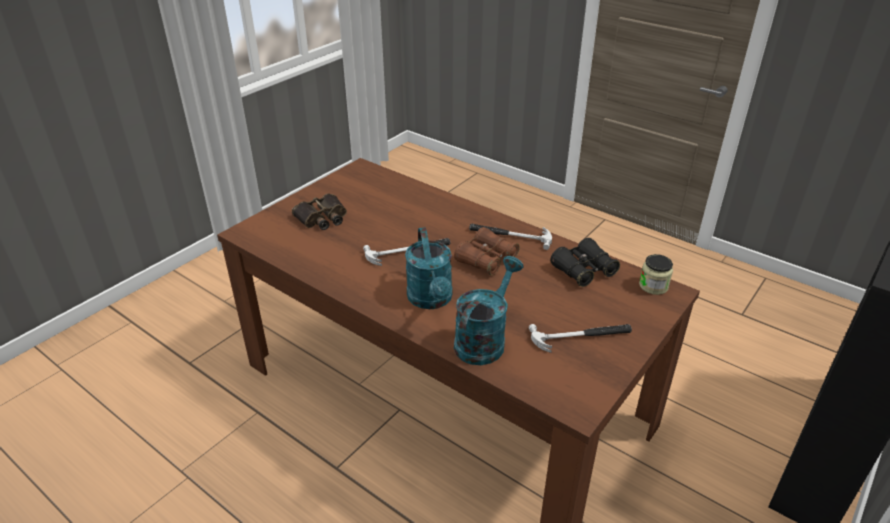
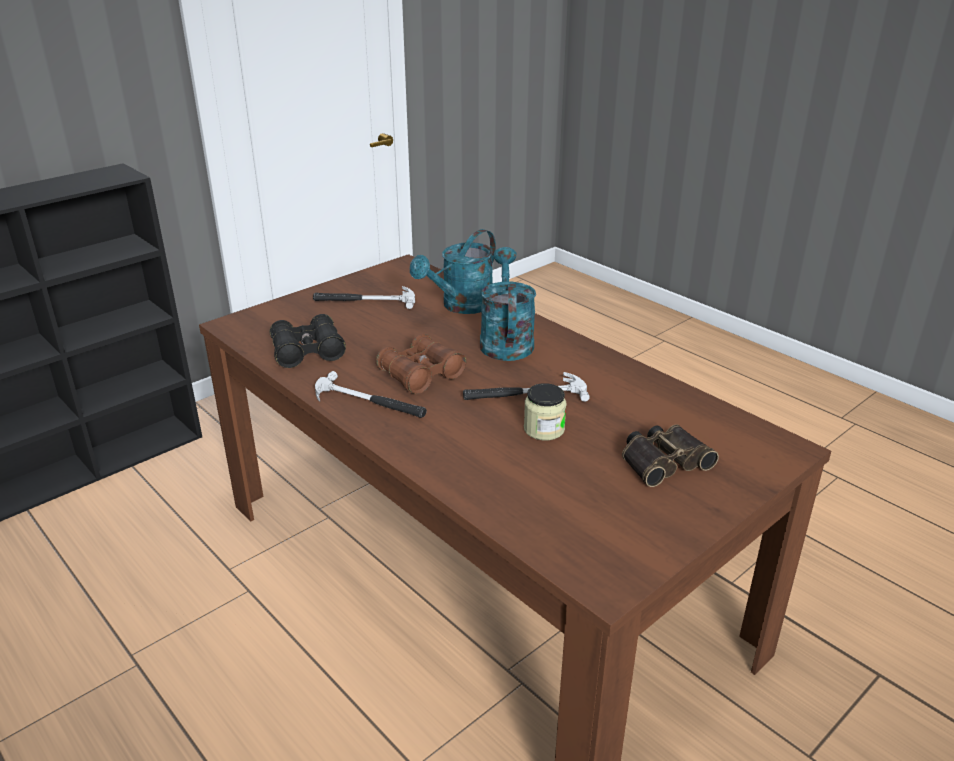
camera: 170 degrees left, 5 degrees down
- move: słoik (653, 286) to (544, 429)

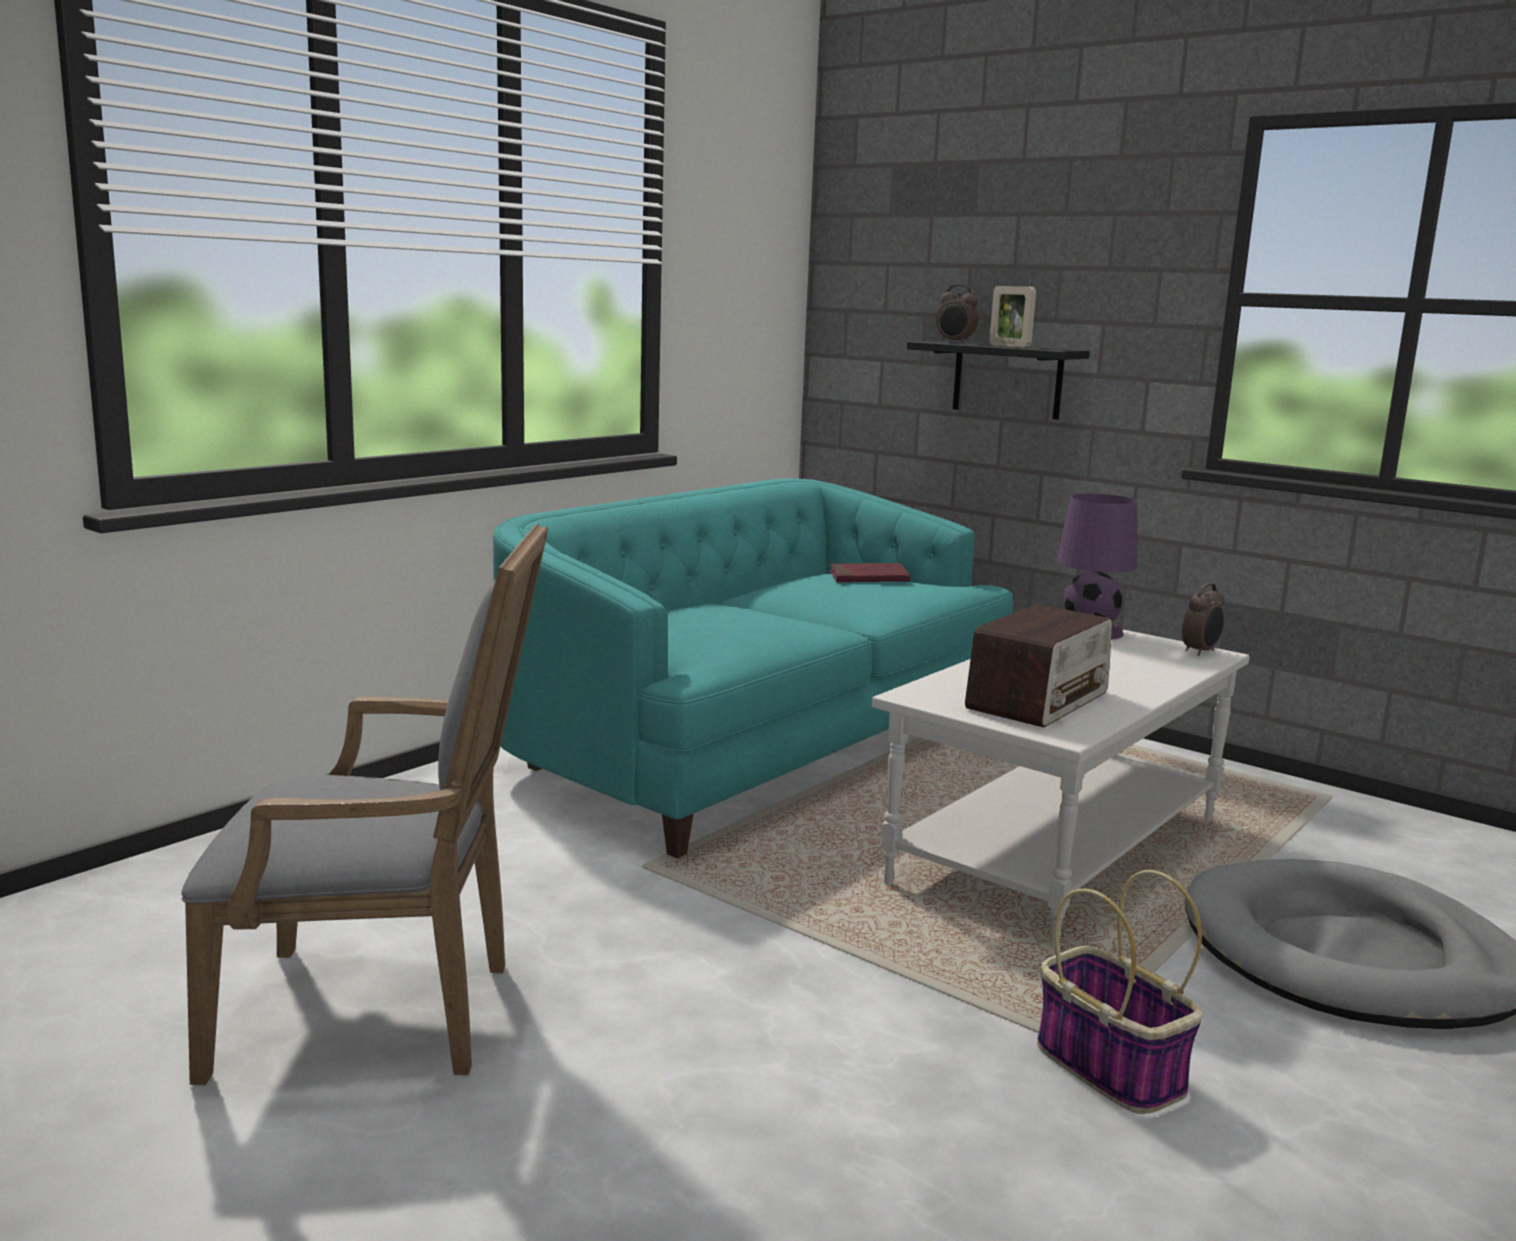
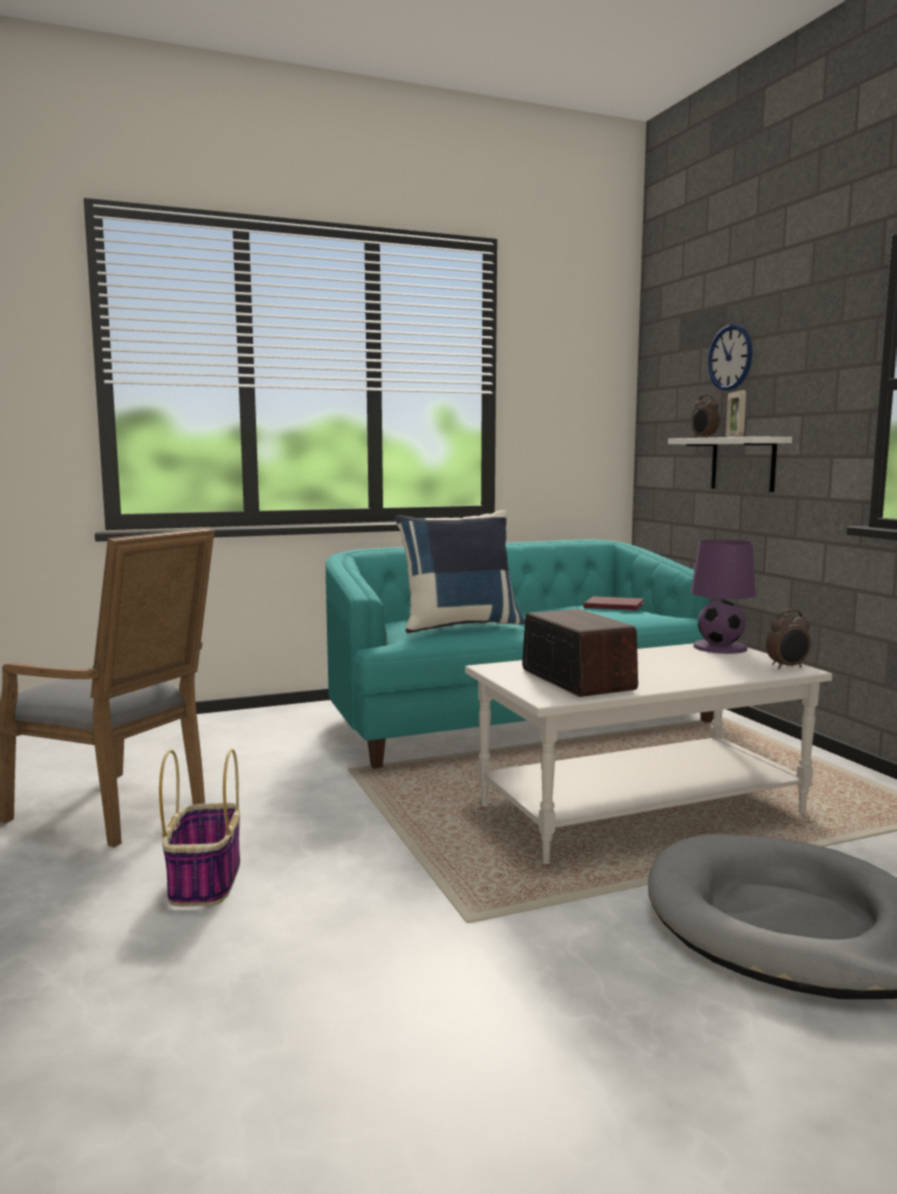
camera: 30 degrees right, 5 degrees down
- recolor: półka (czarny) (1007, 380) to półka (biały) (743, 464)
- rotate: radio (1038, 700) = (576, 679) 90 degrees counterclockwise
- move: koszyk (1106, 1066) to (205, 880)
- insert: poduszka (niebieski) (460, 625)
- insert: zegar ścienny (730, 357)

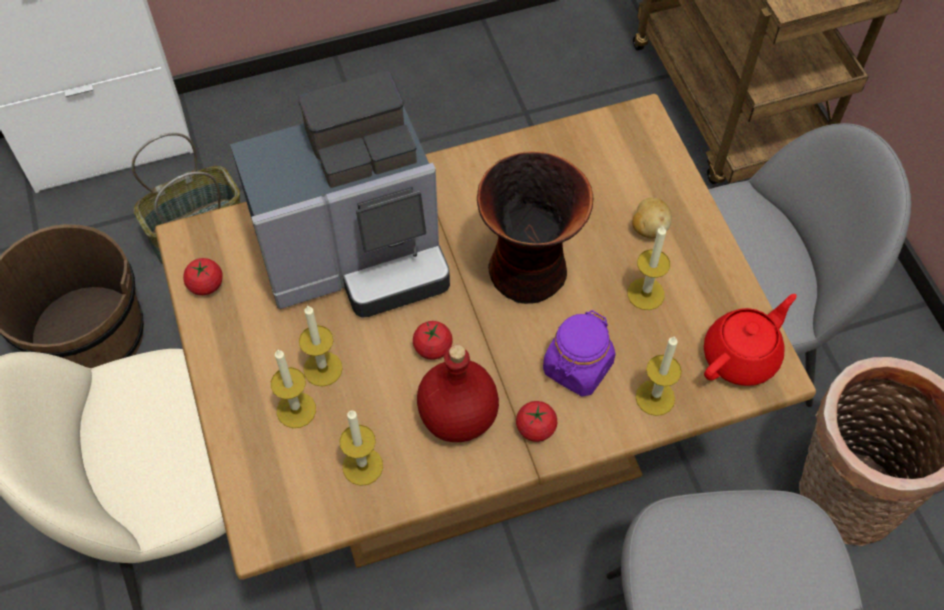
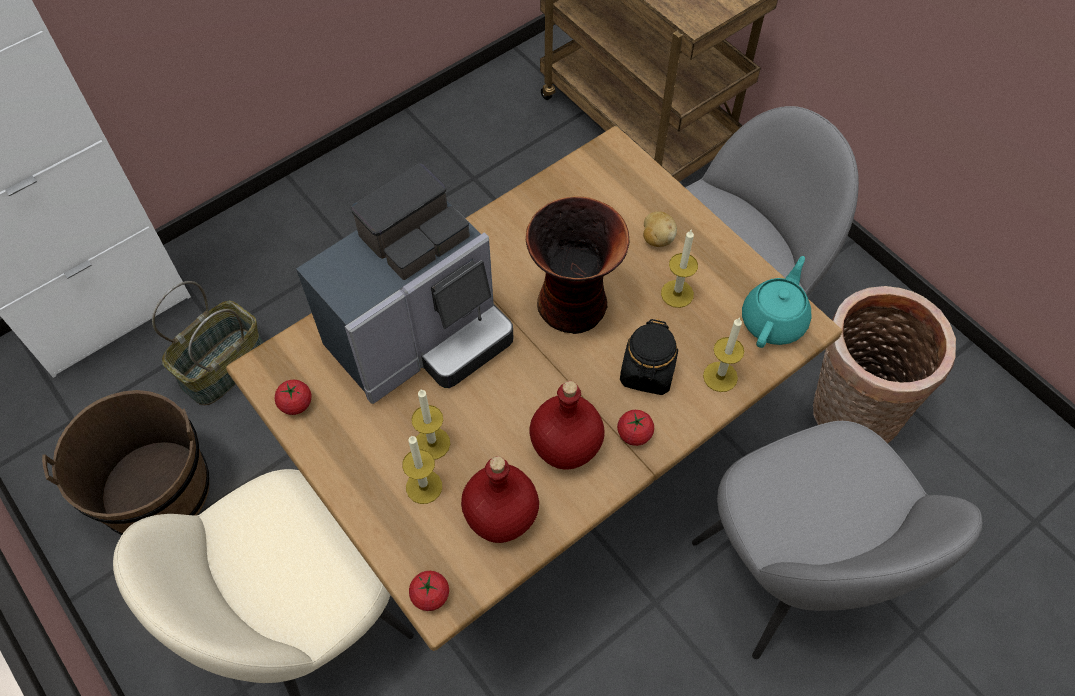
camera: 20 degrees left, 0 degrees up
- replace: świeca (362, 466) to butelka (czerwony) (502, 515)
- move: pomidor (433, 347) to (430, 595)
- recolor: słoik (fioletowy) (577, 367) to słoik (czarny) (647, 372)
- recolor: imbryk (czerwony) (742, 356) to imbryk (turkusowy) (774, 320)

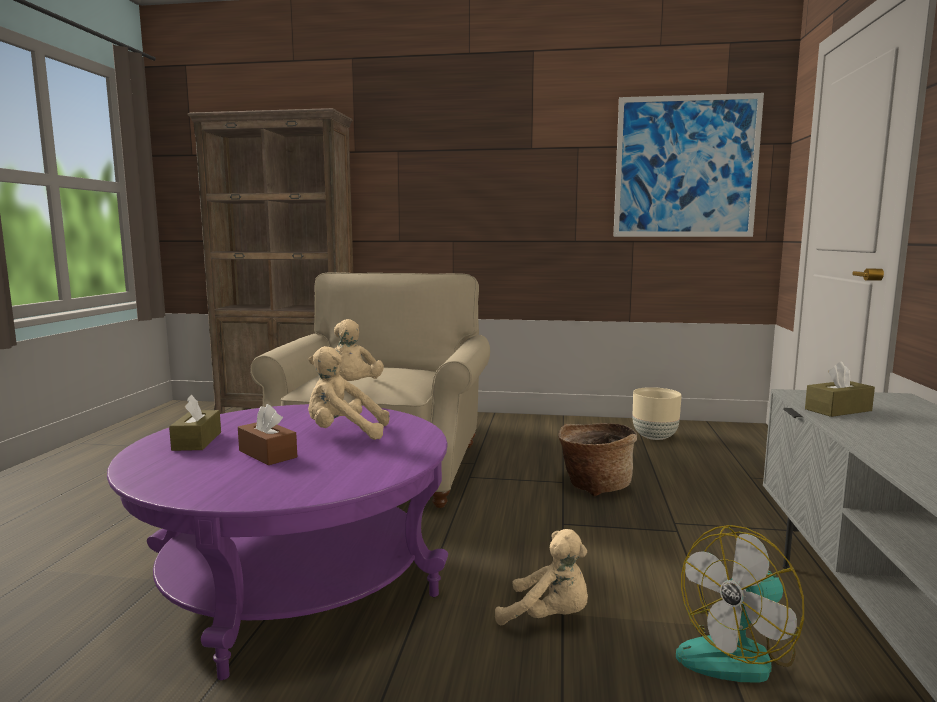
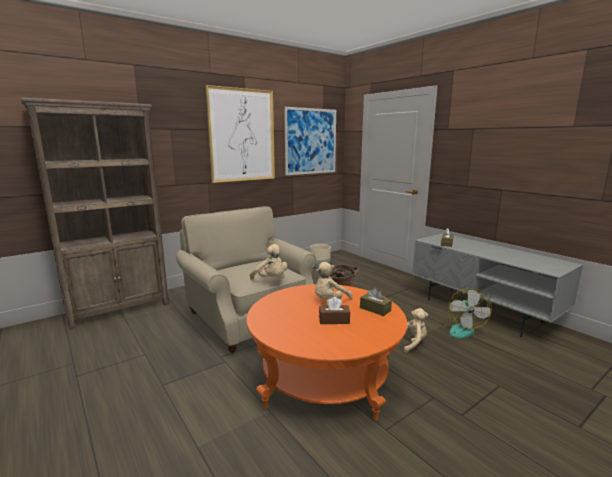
camera: 45 degrees left, 5 degrees up
- recolor: ława (fioletowy) (295, 584) to ława (pomarańczowy) (324, 378)
- move: pudełko chusteczek (brązowy) (197, 441) to (375, 309)
- insert: obraz (242, 135)

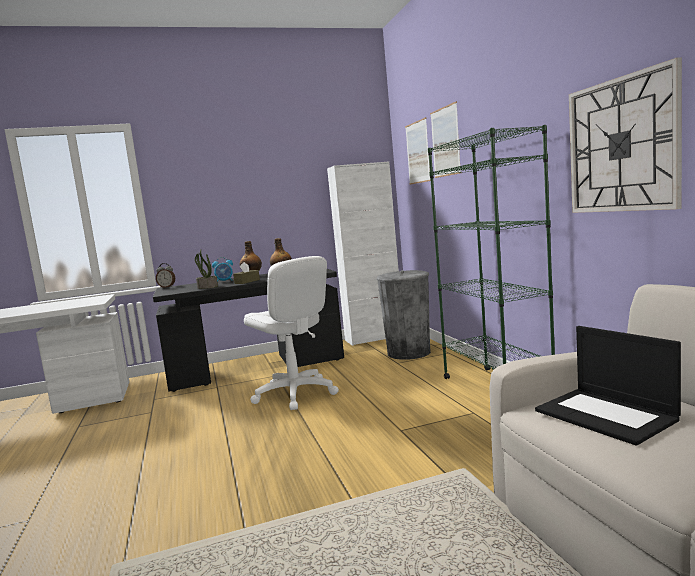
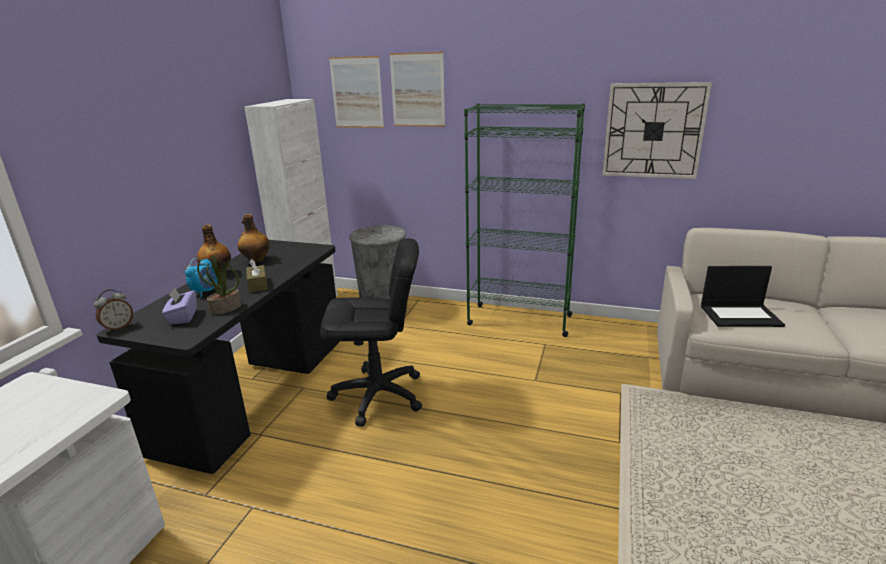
camera: 55 degrees left, 15 degrees up
- recolor: krzesło biurowe (biały) (295, 394) to krzesło biurowe (czarny) (378, 395)
- insert: pudełko chusteczek (fioletowy) (182, 317)

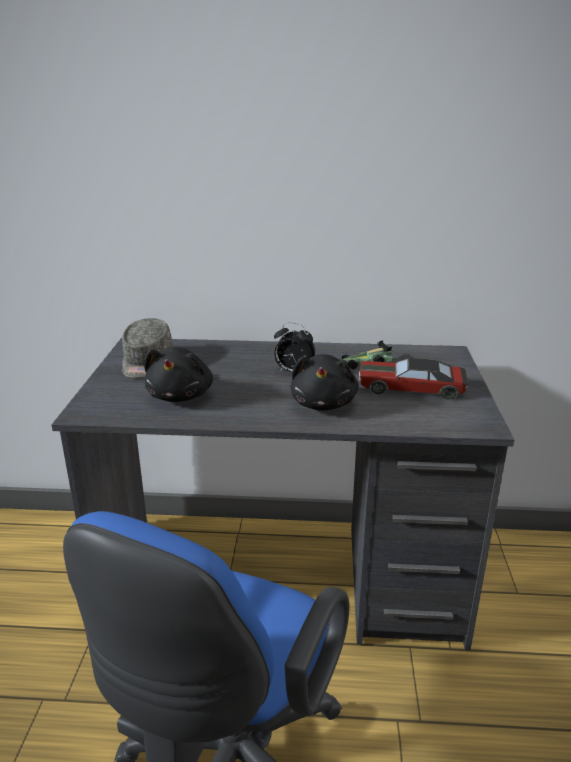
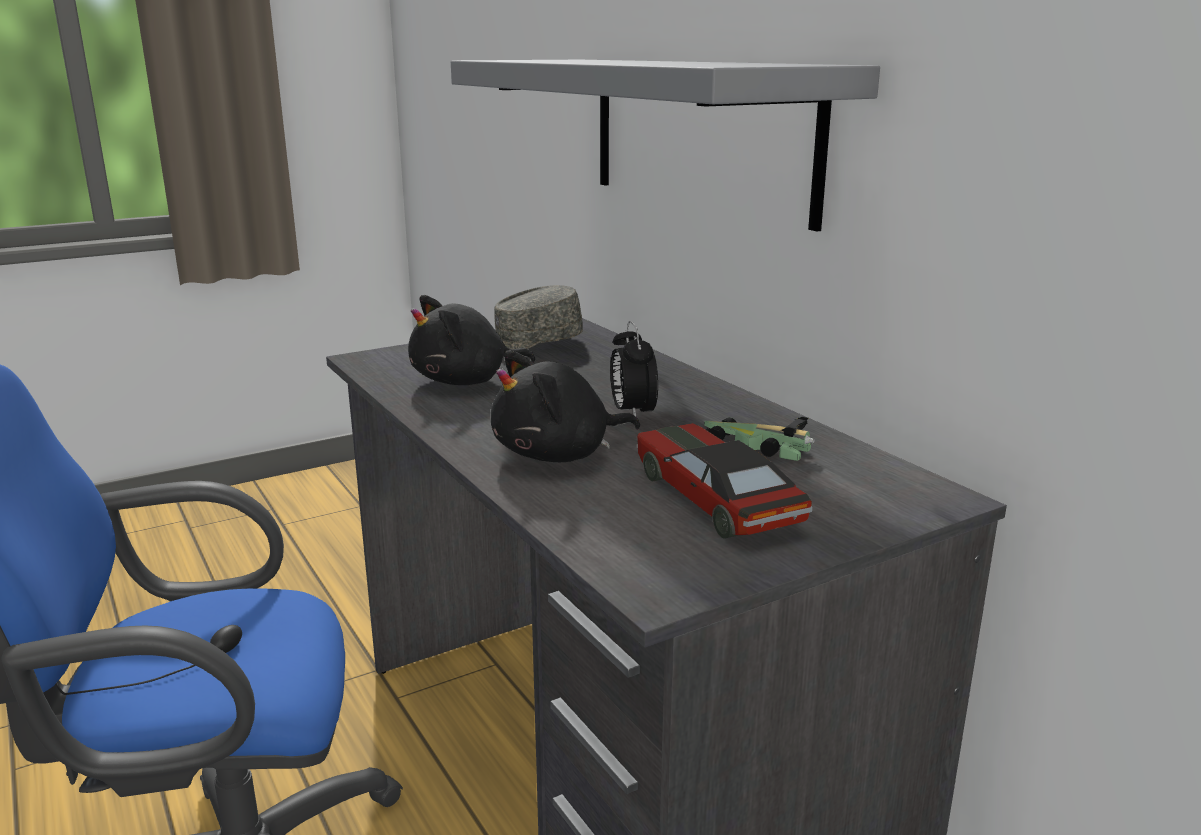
camera: 55 degrees right, 5 degrees down
- insert: półka (szary) (698, 134)

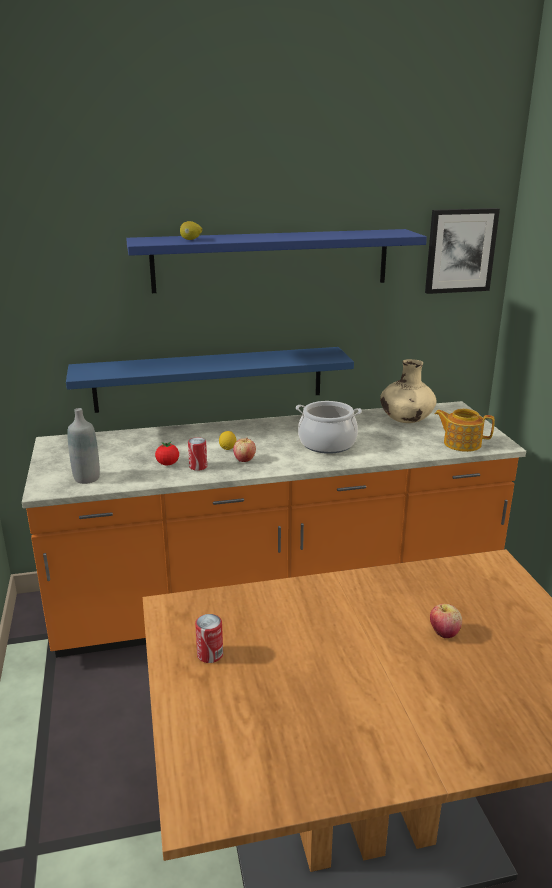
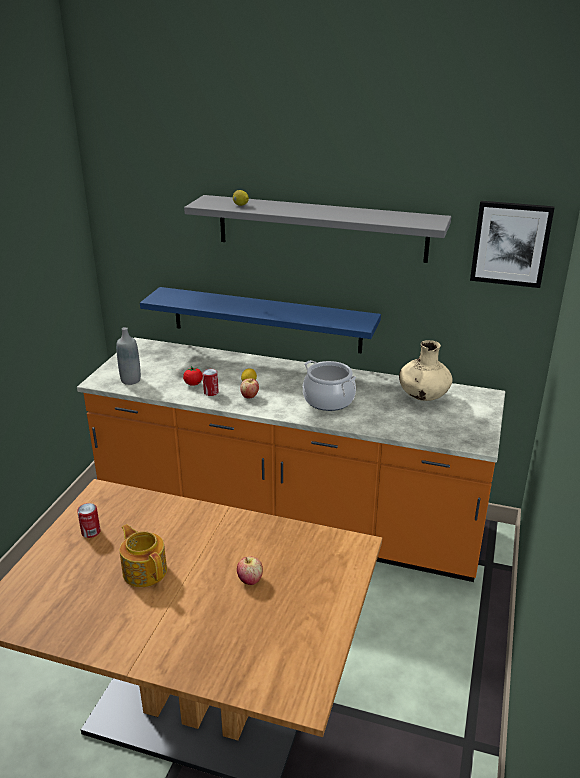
camera: 30 degrees right, 5 degrees up
- recolor: półka (niebieski) (271, 260) to półka (szary) (321, 228)
- move: imbryk (461, 443) to (145, 570)

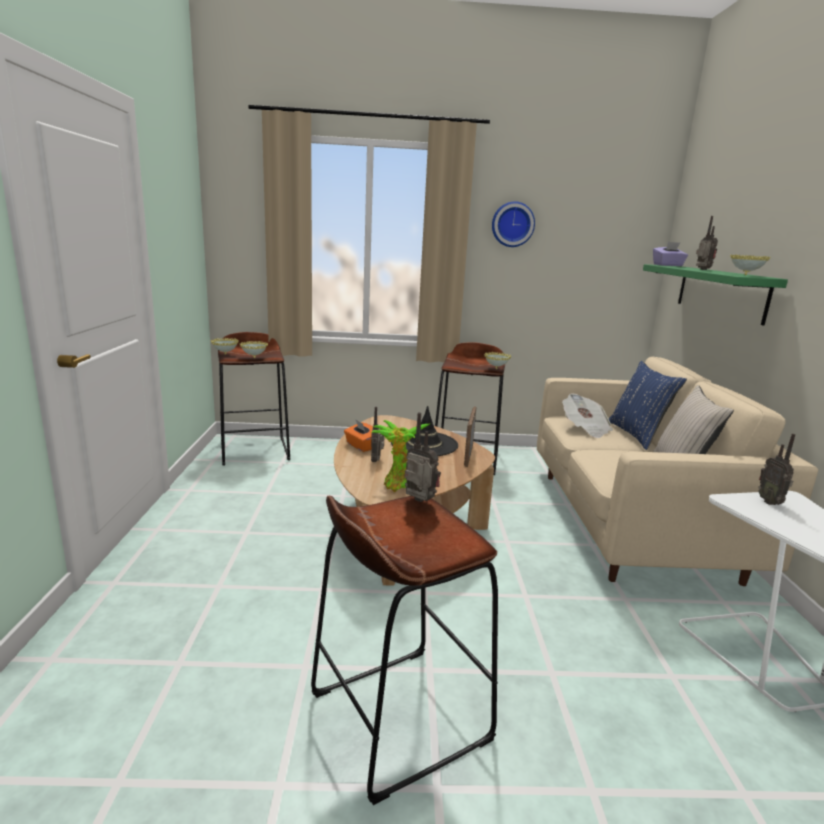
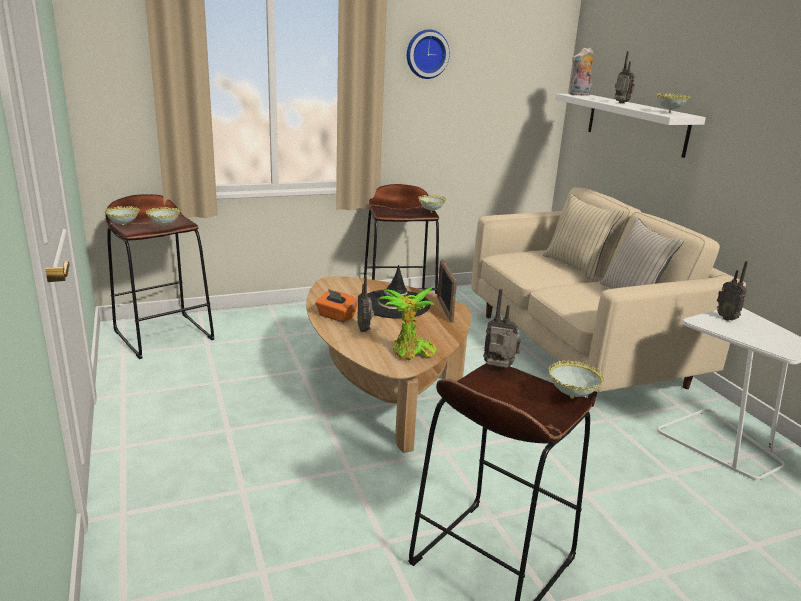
camera: 20 degrees left, 5 degrees up
- delete: gazeta (585, 429)
- recolor: poduszka (niebieski) (637, 435) to poduszka (beżowy) (575, 266)
- recolor: półka (zielony) (720, 292) to półka (biały) (636, 124)
- replace: pudełko chusteczek (fioletowy) (668, 265) to pluszak (579, 95)
- insert: miska (571, 398)

